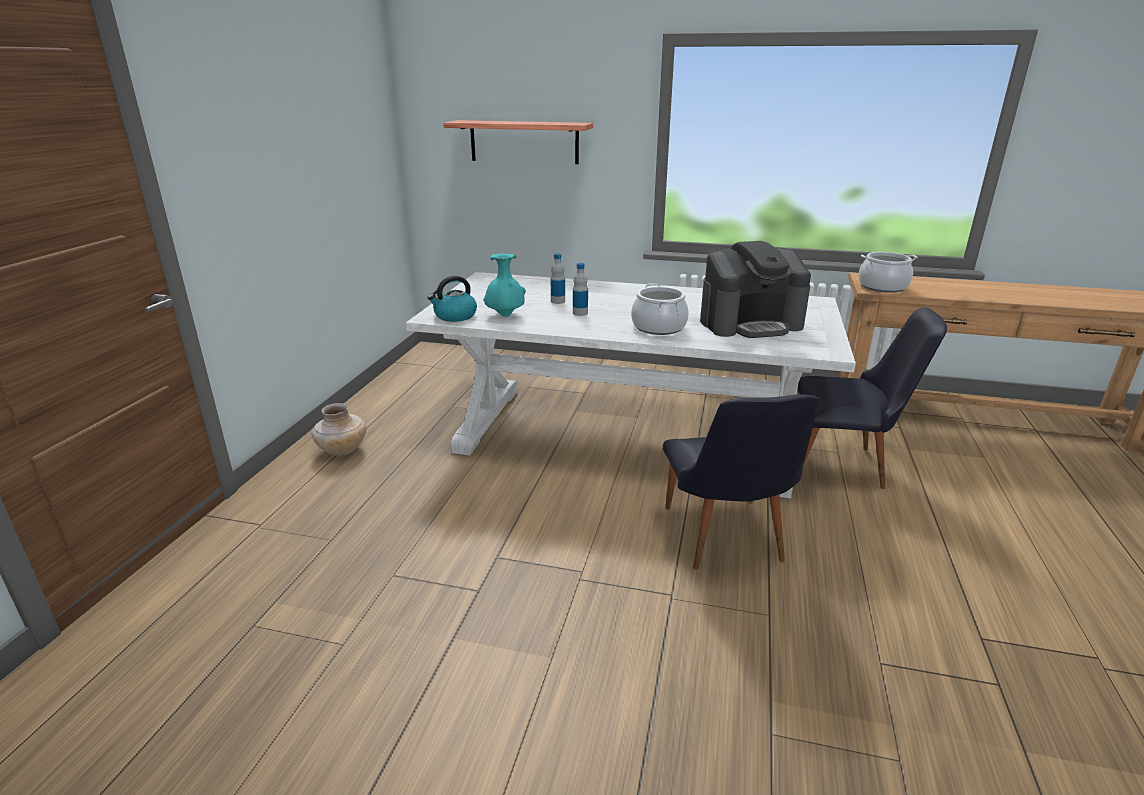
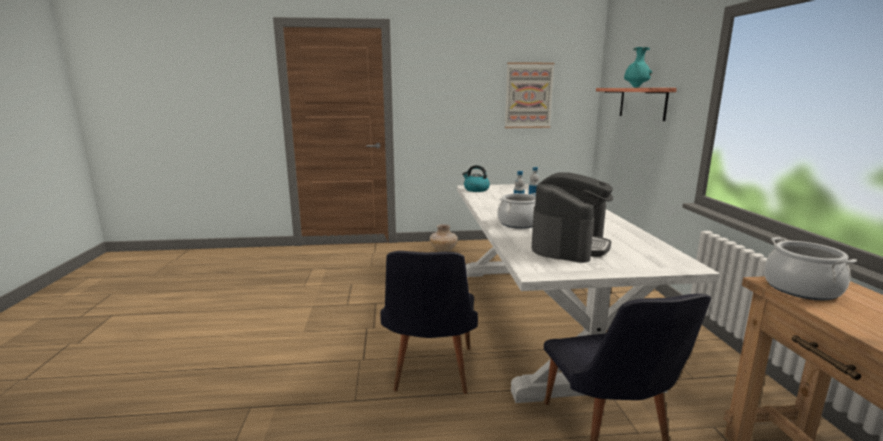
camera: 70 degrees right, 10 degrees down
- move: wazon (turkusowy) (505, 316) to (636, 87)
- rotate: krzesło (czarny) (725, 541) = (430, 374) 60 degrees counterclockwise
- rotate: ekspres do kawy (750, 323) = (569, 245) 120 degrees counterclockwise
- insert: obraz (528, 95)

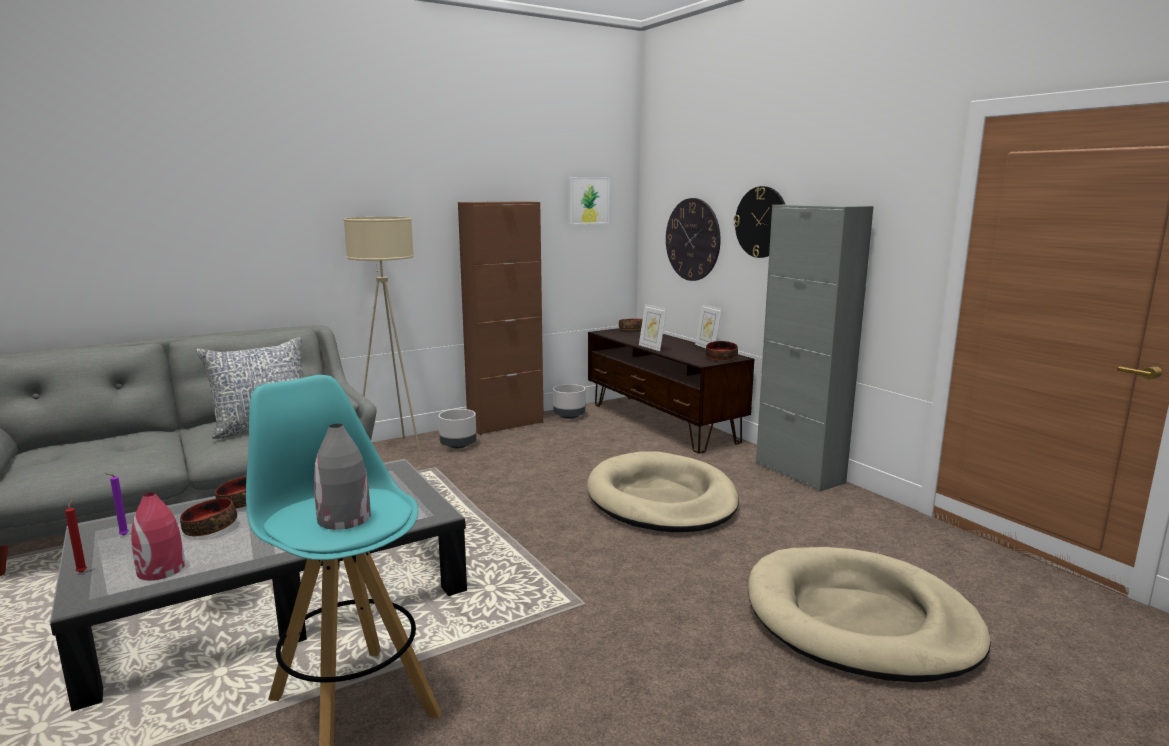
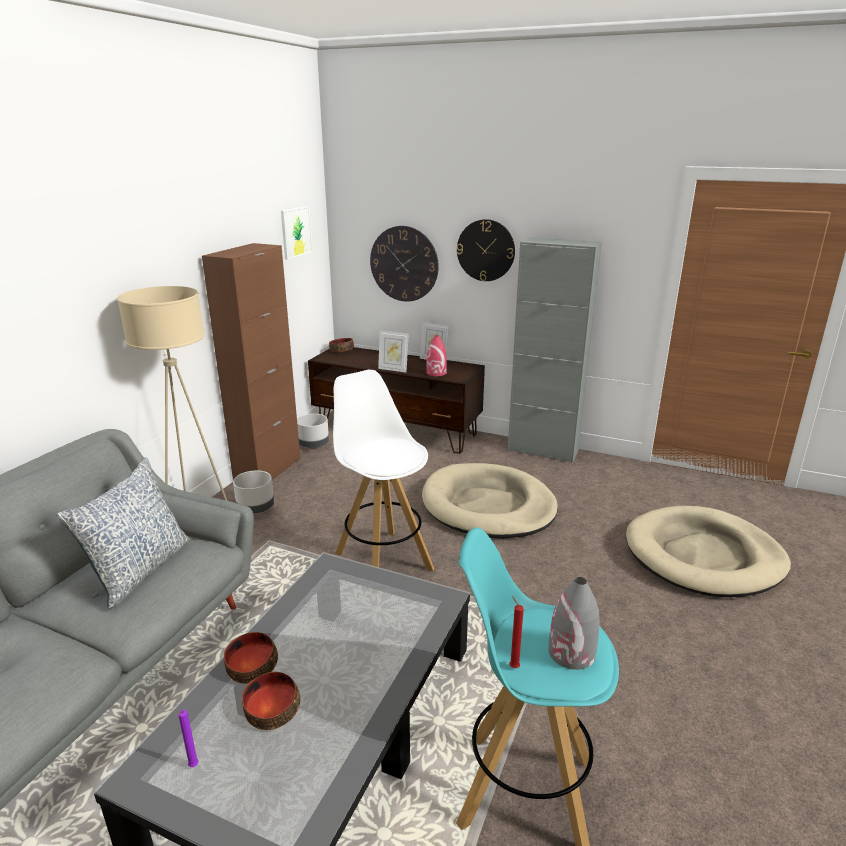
camera: 35 degrees left, 10 degrees up
- move: świeca (czerwony) (83, 571) to (513, 666)
- move: wazon (czerwony) (161, 570) to (436, 373)
- delete: miska (721, 358)
- insert: stołek (biały) (383, 560)

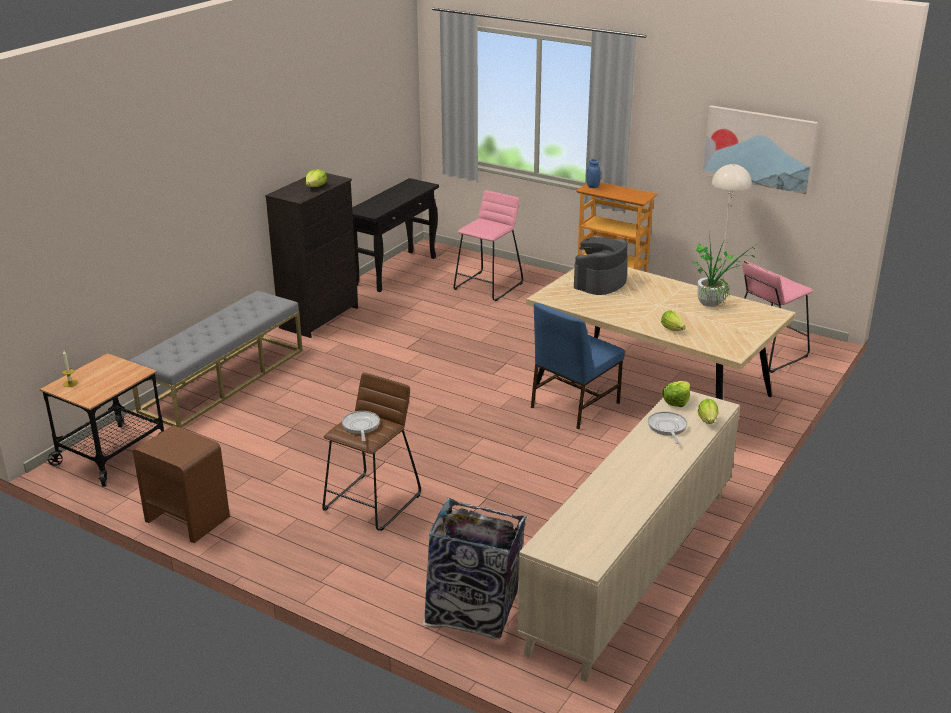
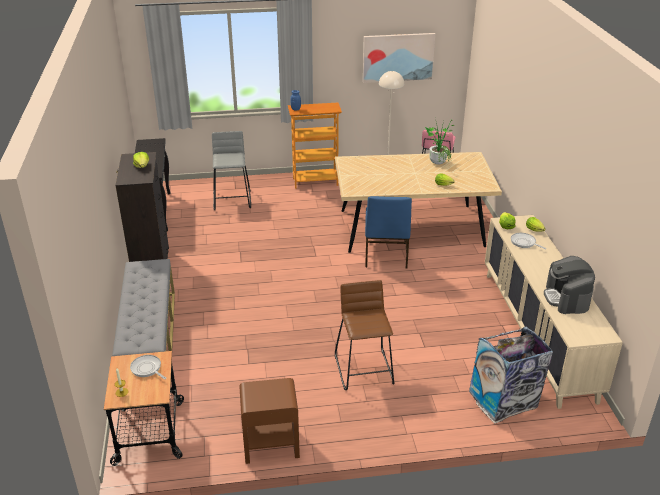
camera: 40 degrees left, 5 degrees up
- move: patelnia (361, 426) to (147, 369)
- recolor: stołek (różowy) (488, 286) to stołek (szary) (232, 200)
- move: ekspres do kawy (600, 282) to (566, 298)

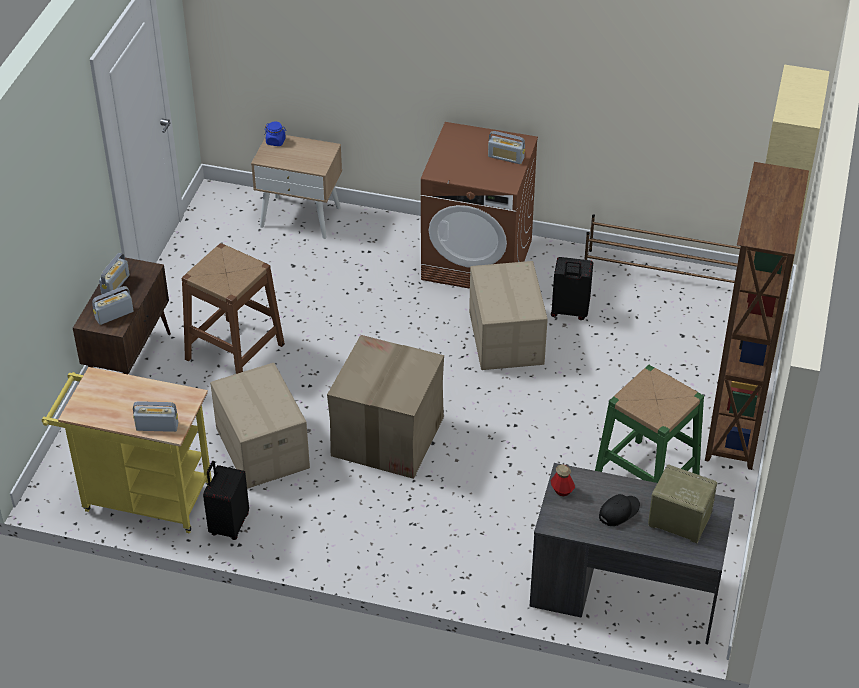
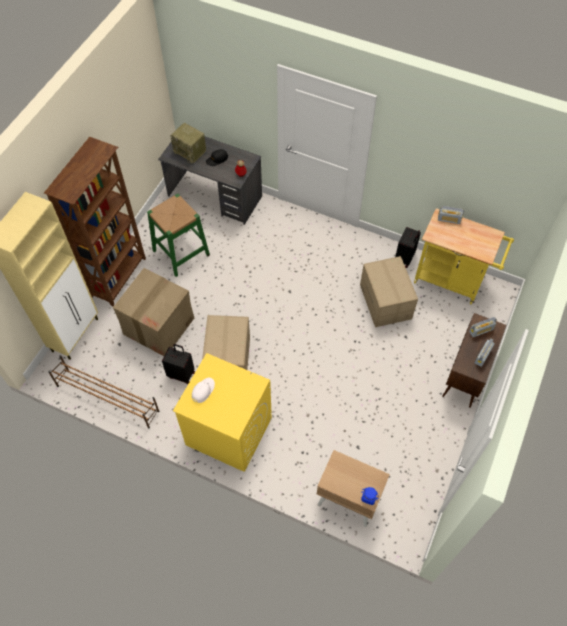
camera: 170 degrees left, 15 degrees up
- delete: stołek (brązowy) (234, 351)
- move: karton (387, 437) to (159, 325)
- recolor: pralka (brązowy) (478, 259) to pralka (żółty) (228, 431)
- replace: radio (506, 157) to czapka z daszkiem (biały) (203, 390)

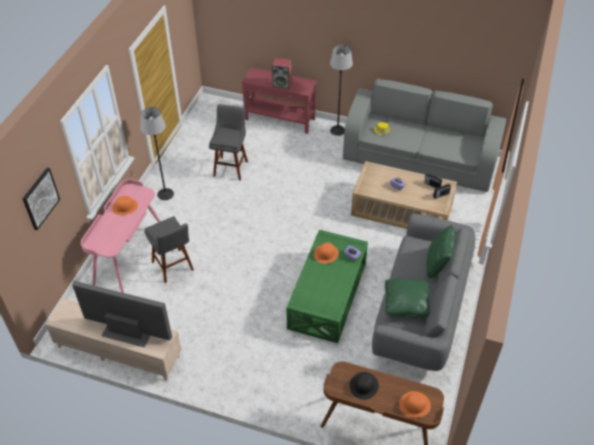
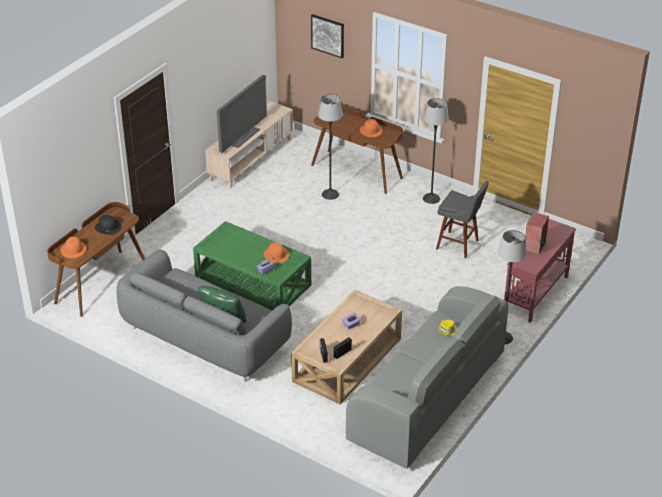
camera: 105 degrees right, 10 degrees down
- recolor: biurko (różowy) (128, 254) to biurko (brązowy) (357, 171)
- replace: stołek (szary) (173, 267) to lampa stojąca (330, 194)
- delete: poduszka (zielony) (406, 303)

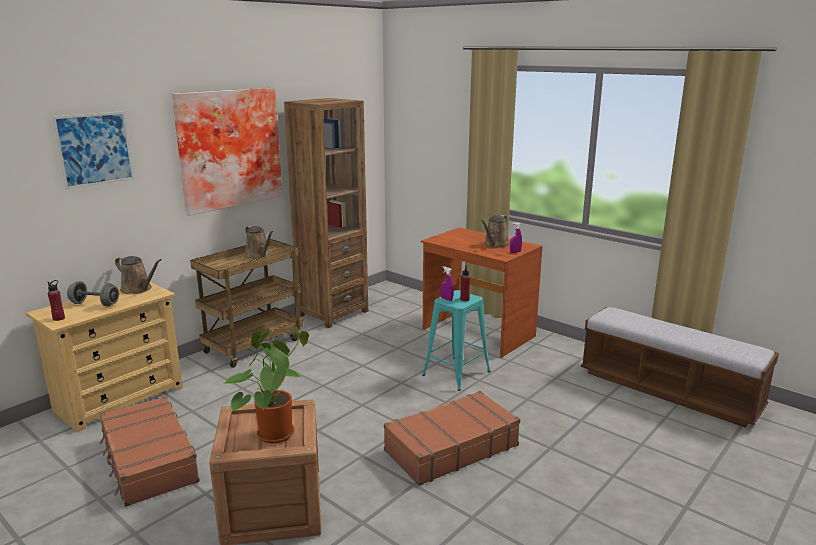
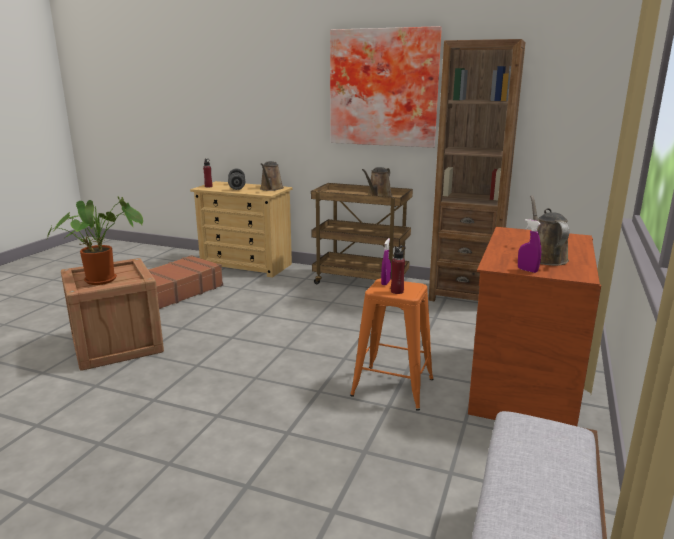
camera: 70 degrees right, 0 degrees up
- delete: obraz (95, 149)
- delete: walizka (brązowy) (450, 448)
- recolor: stołek (turkusowy) (456, 373) to stołek (pomarańczowy) (392, 387)
- rotate: konewka (brązowy) (495, 244) = (544, 257) 75 degrees clockwise

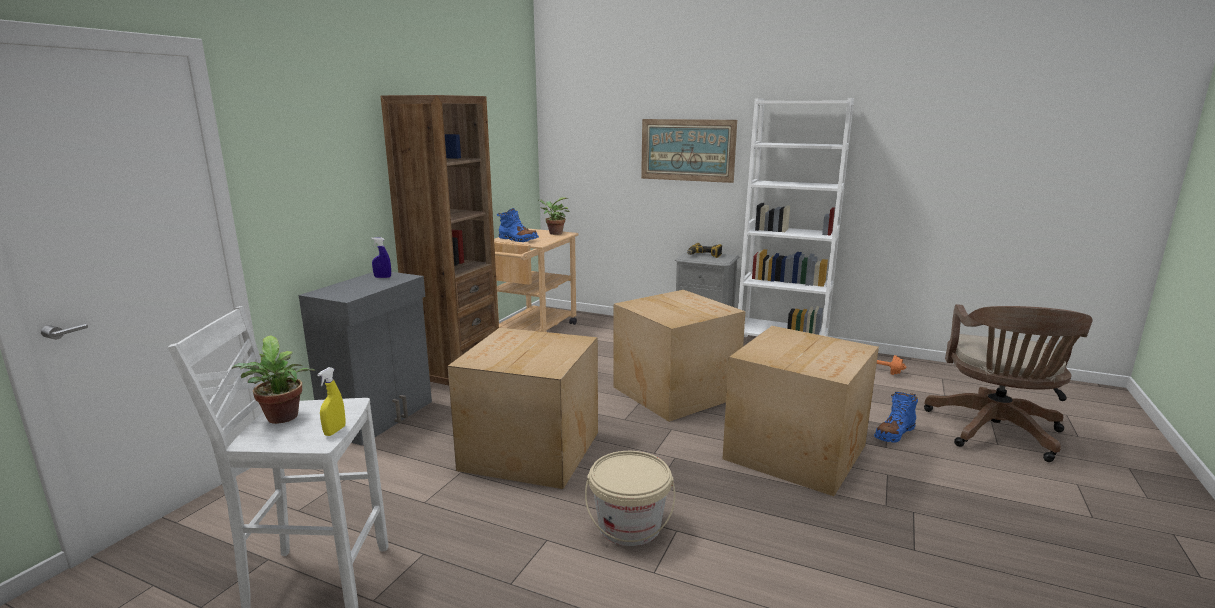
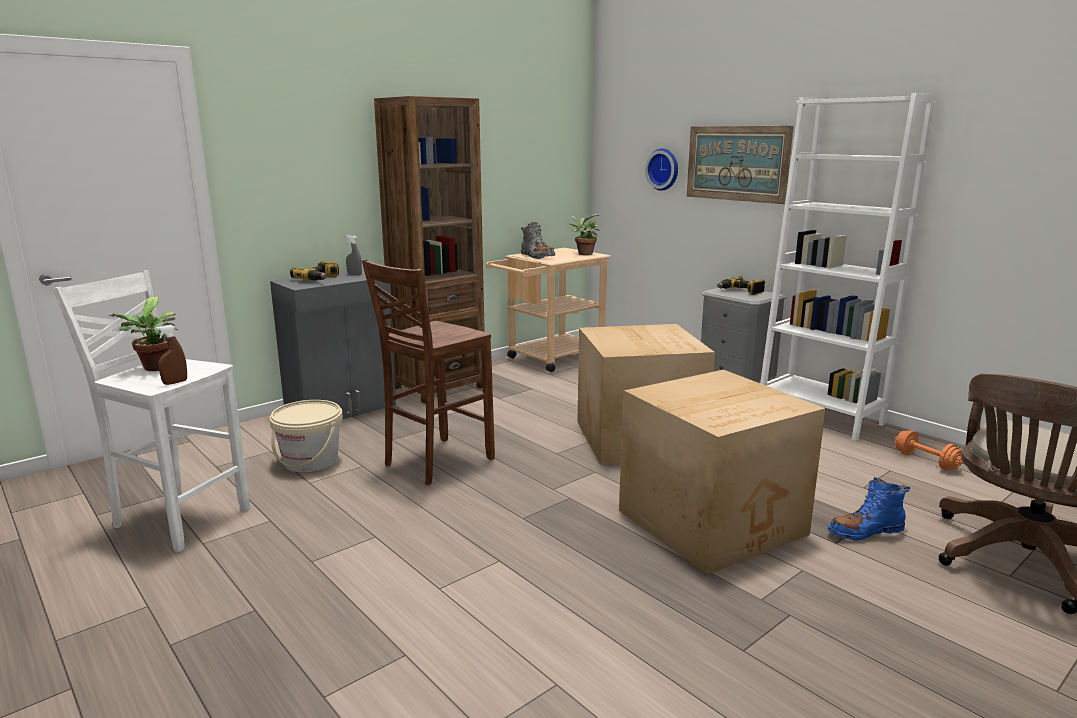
camera: 25 degrees right, 0 degrees up
- recolor: spryskiwacz (żółty) (335, 431) to spryskiwacz (brązowy) (175, 382)
- recolor: spryskiwacz (niebieski) (382, 277) to spryskiwacz (szary) (354, 274)
- replace: karton (528, 451) to stołek (brązowy) (435, 462)
- recolor: but z cholewką (niebieski) (518, 239) to but z cholewką (szary) (537, 256)
- move: wiadro (beżowy) (629, 526) to (310, 461)
- insert: wiertarka (319, 279)
- insert: zegar ścienny (664, 169)

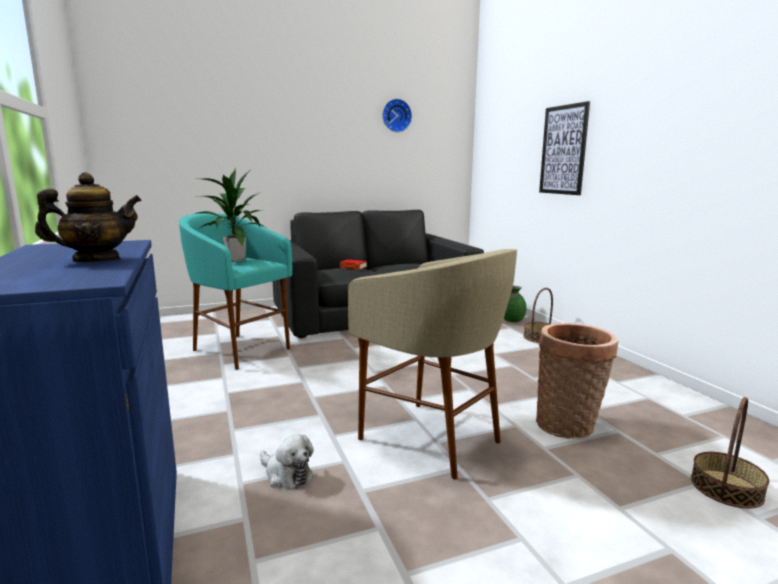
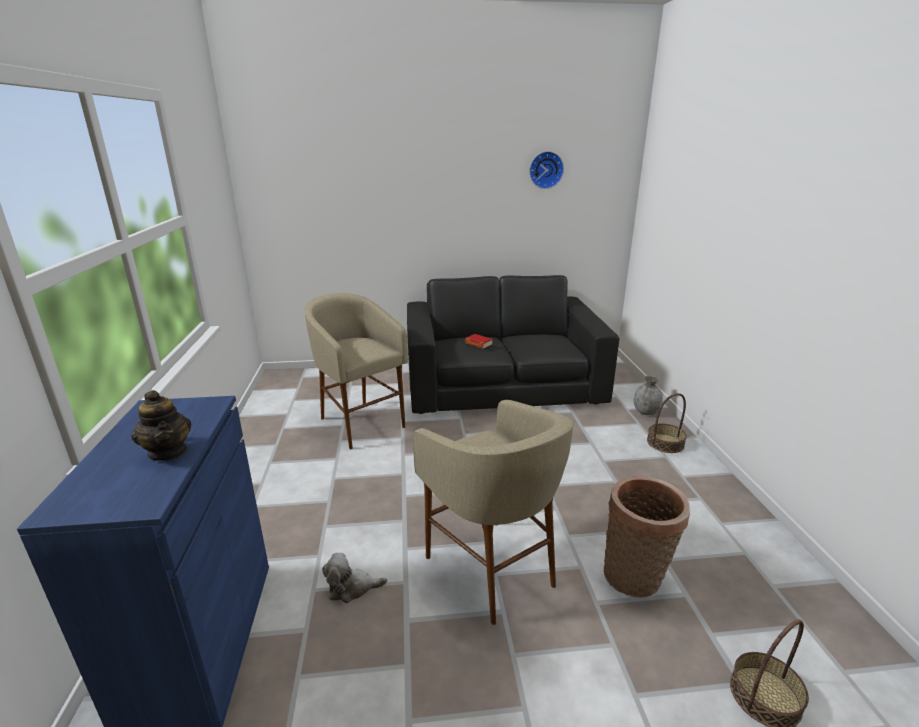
camera: 15 degrees right, 10 degrees up
- rotate: imbryk (96, 260) = (168, 452) 60 degrees clockwise
- recolor: stołek (turkusowy) (239, 350) to stołek (beżowy) (360, 423)
- delete: roślina doniczkowa (234, 260)
- rotate: pluszak (286, 475) = (352, 588) 120 degrees clockwise
- recolor: wazon (zielony) (512, 321) to wazon (szary) (646, 412)
- delete: obraz (563, 150)

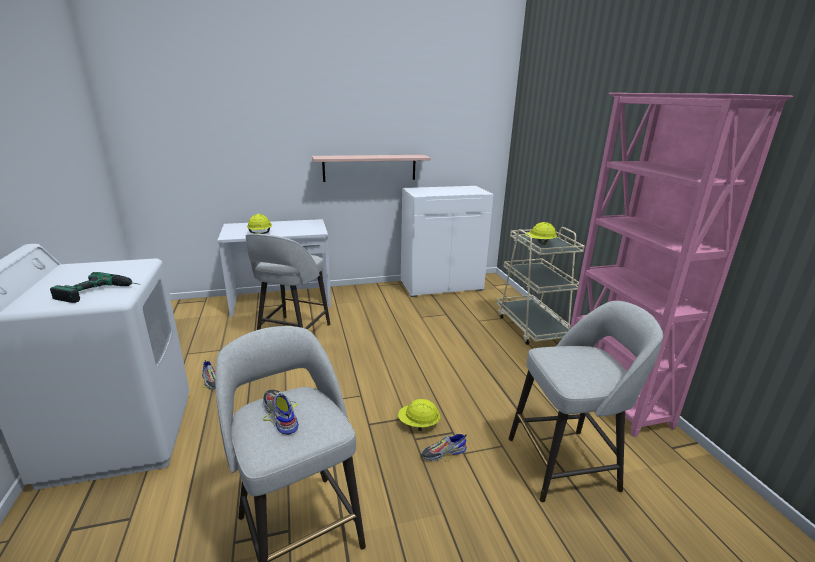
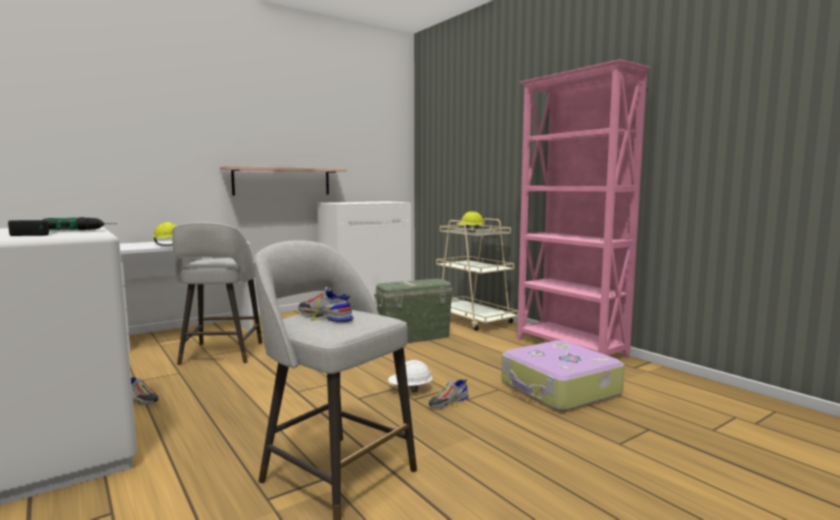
camera: 20 degrees left, 15 degrees down
- recolor: kask (żółty) (418, 424) to kask (biały) (410, 390)
- replace: stołek (szary) (565, 463) to walizka (559, 389)
- insert: pojemnik do przechowywania (zielony) (414, 337)

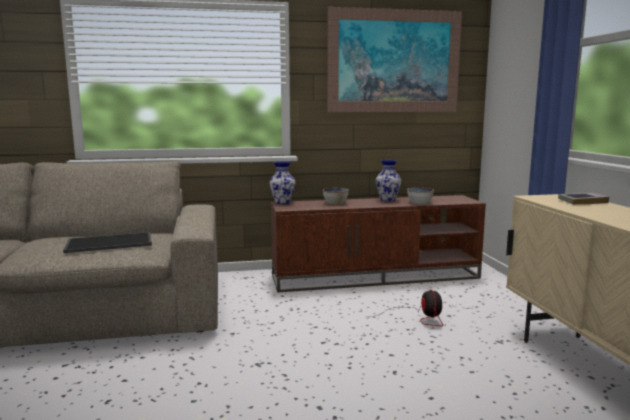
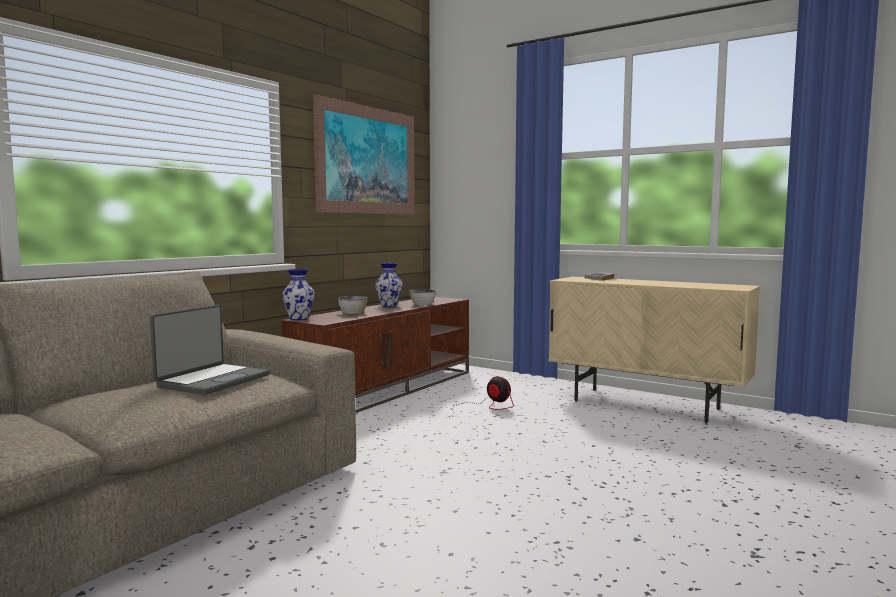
camera: 45 degrees left, 5 degrees down
- replace: taca (110, 242) to laptop (212, 381)

